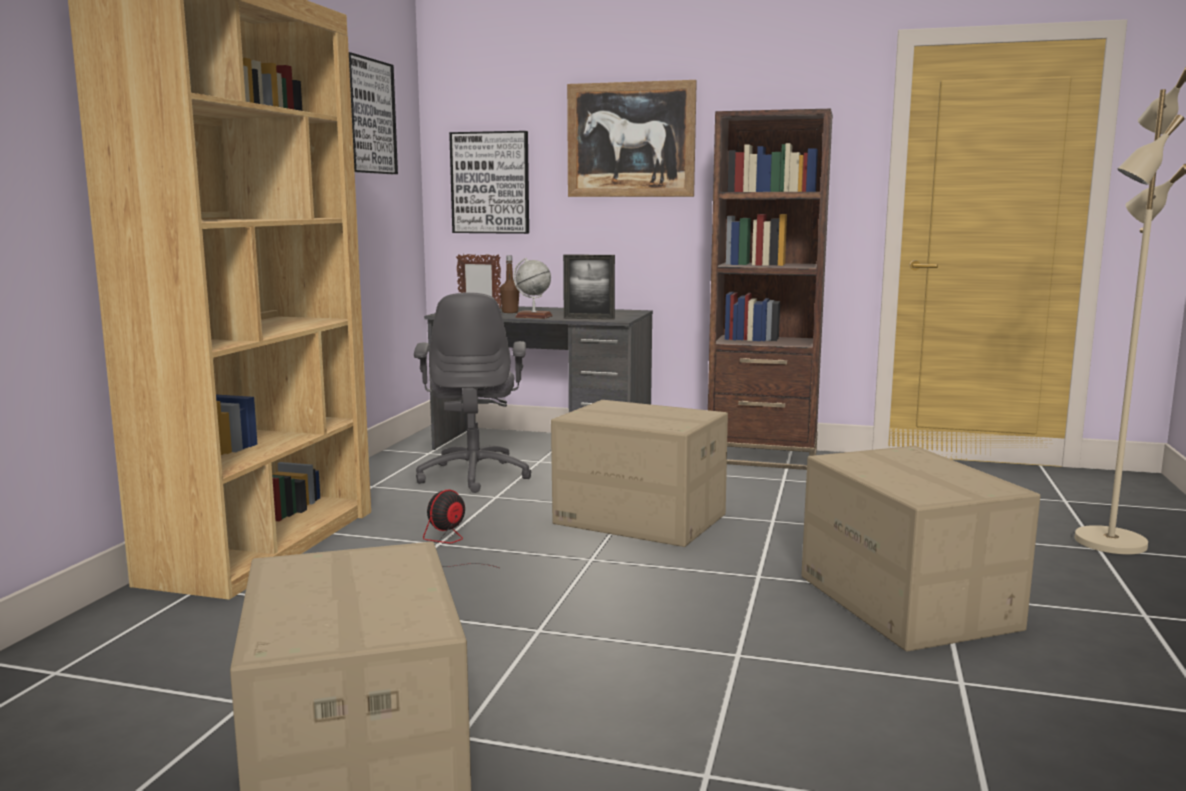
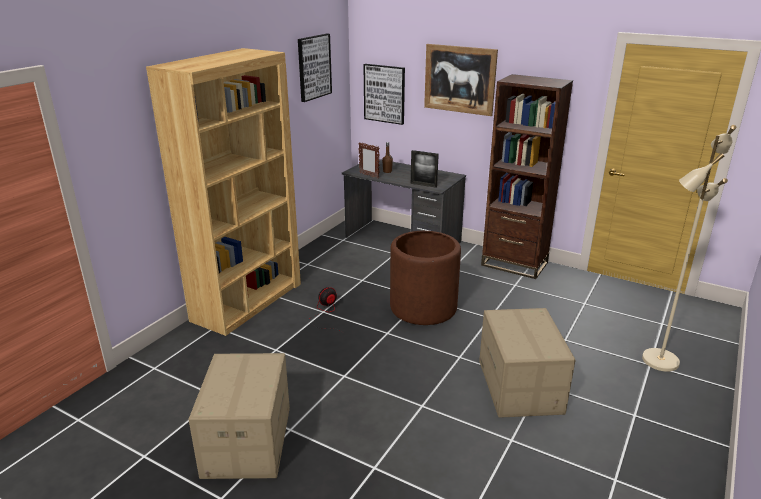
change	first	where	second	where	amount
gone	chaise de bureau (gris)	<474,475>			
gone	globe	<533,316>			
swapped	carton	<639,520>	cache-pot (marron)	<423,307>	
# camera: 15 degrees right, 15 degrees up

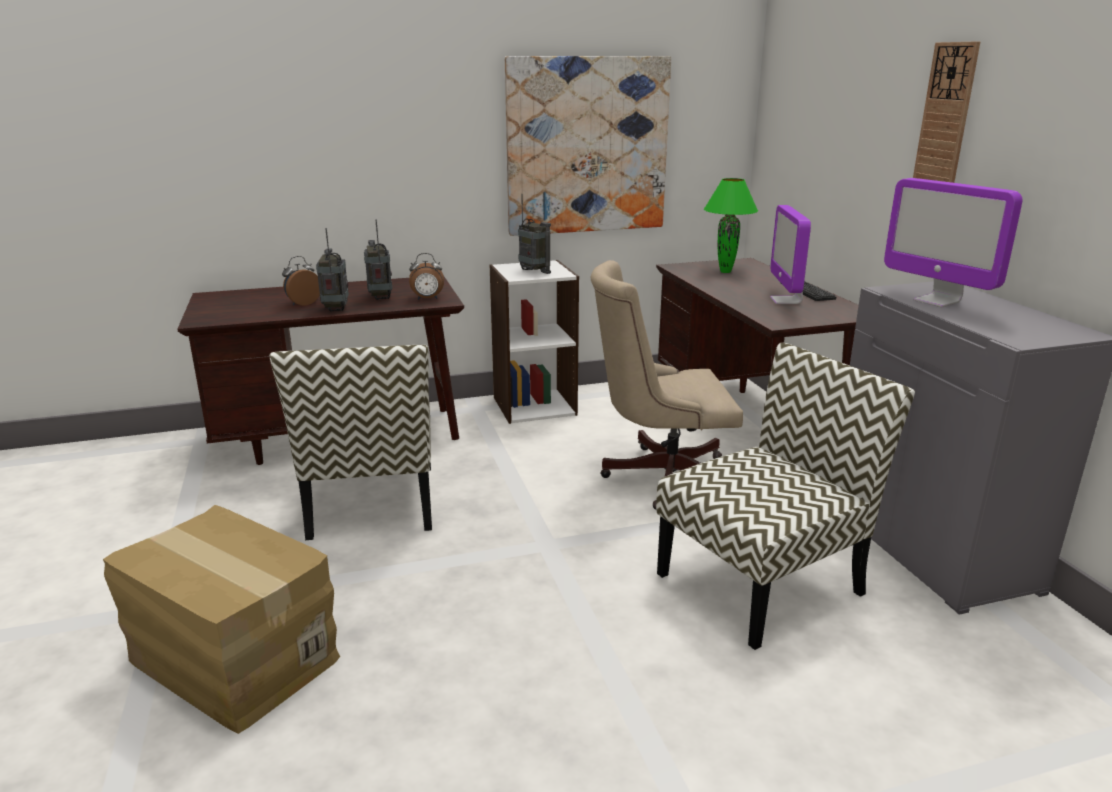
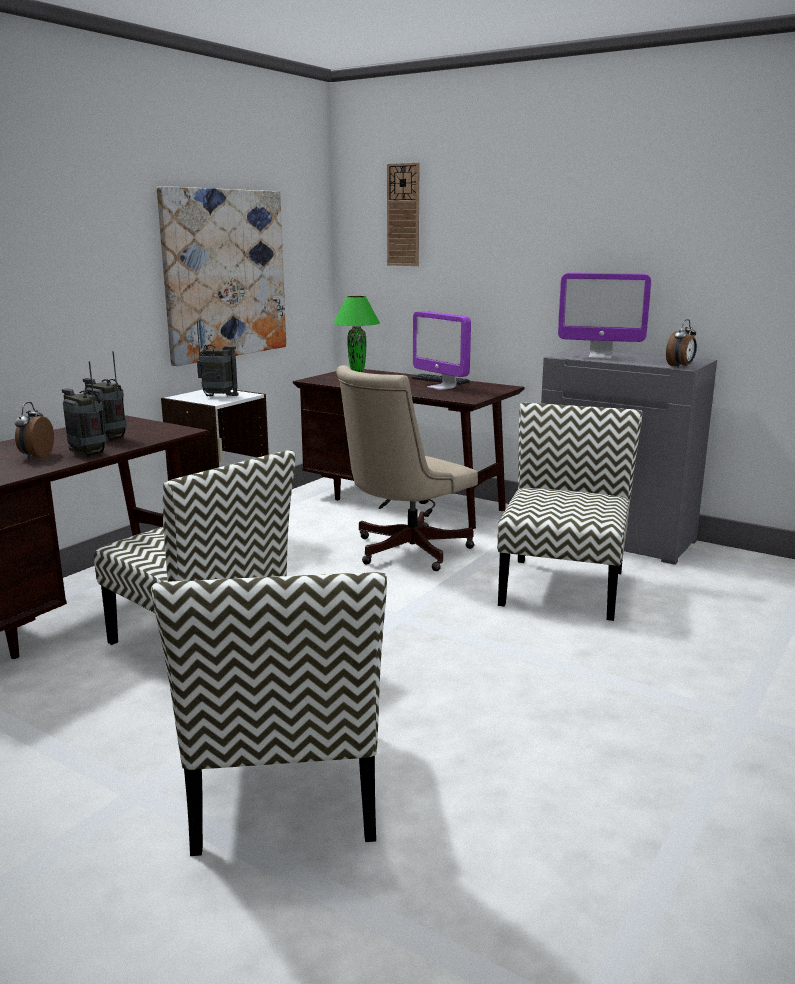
change	first	where	second	where	amount
shifted	réveil	<427,299>		<680,366>	
shifted	horloge murale	<945,122>		<403,215>	
swapped	carton	<232,660>	chaise	<286,787>	
# camera: 40 degrees left, 5 degrees down

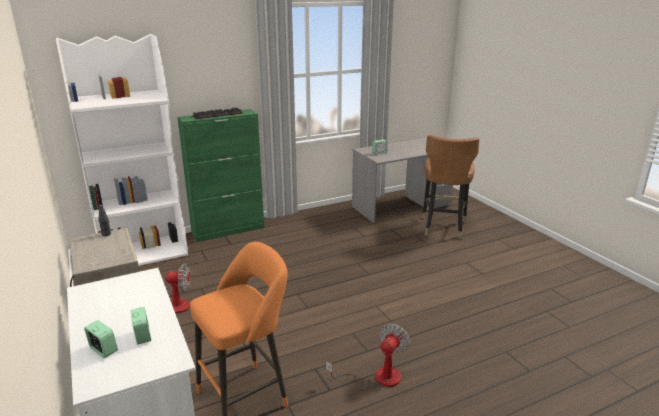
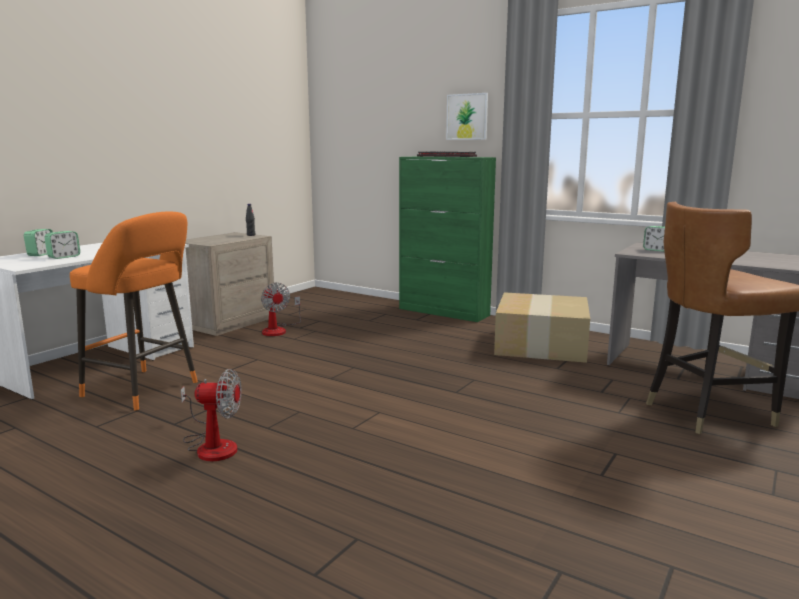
change	first	where	second	where	amount
gone	bibliothèque (blanc)	<144,253>			
new			tableau	<467,116>	
new			carton	<539,344>	
# camera: 60 degrees right, 10 degrees down

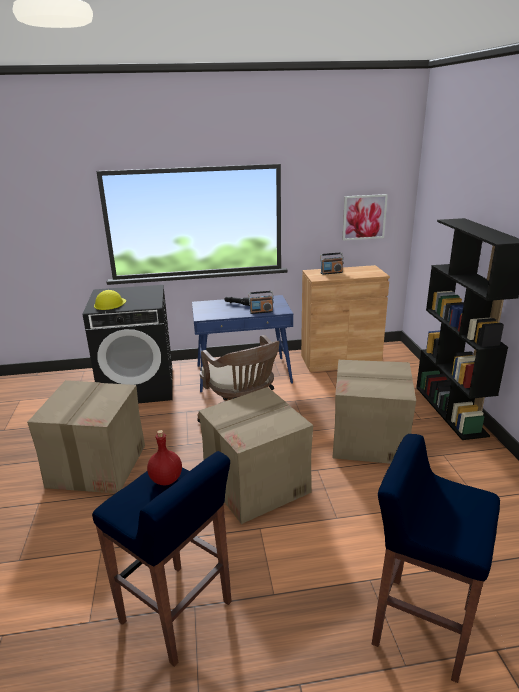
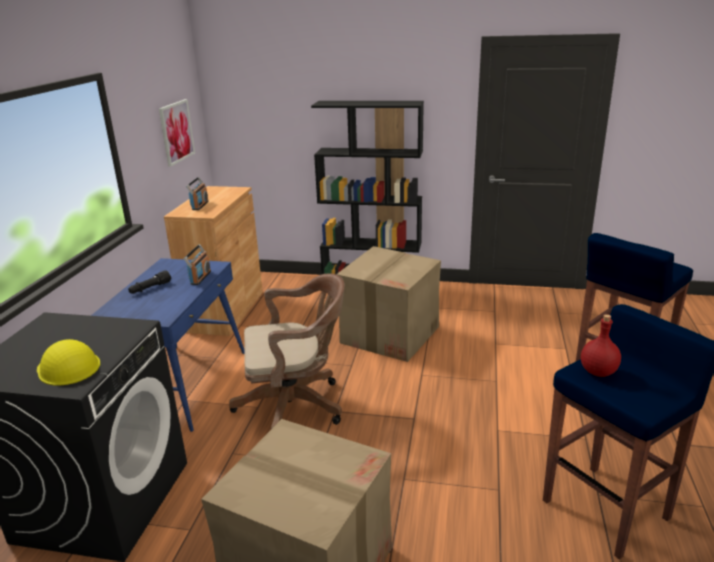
change	first	where	second	where	amount
gone	carton	<257,483>			
# camera: 70 degrees left, 0 degrees up

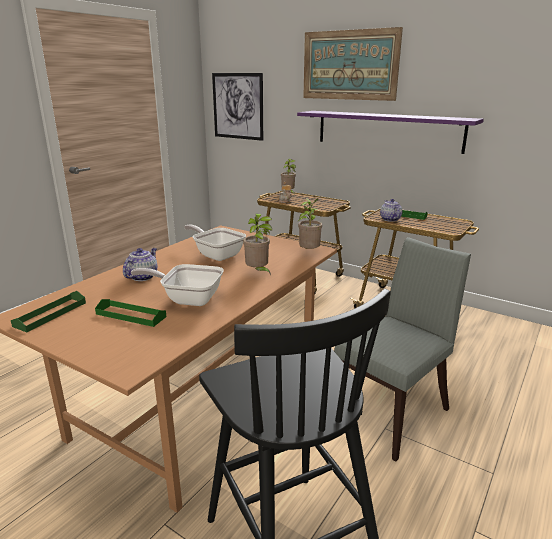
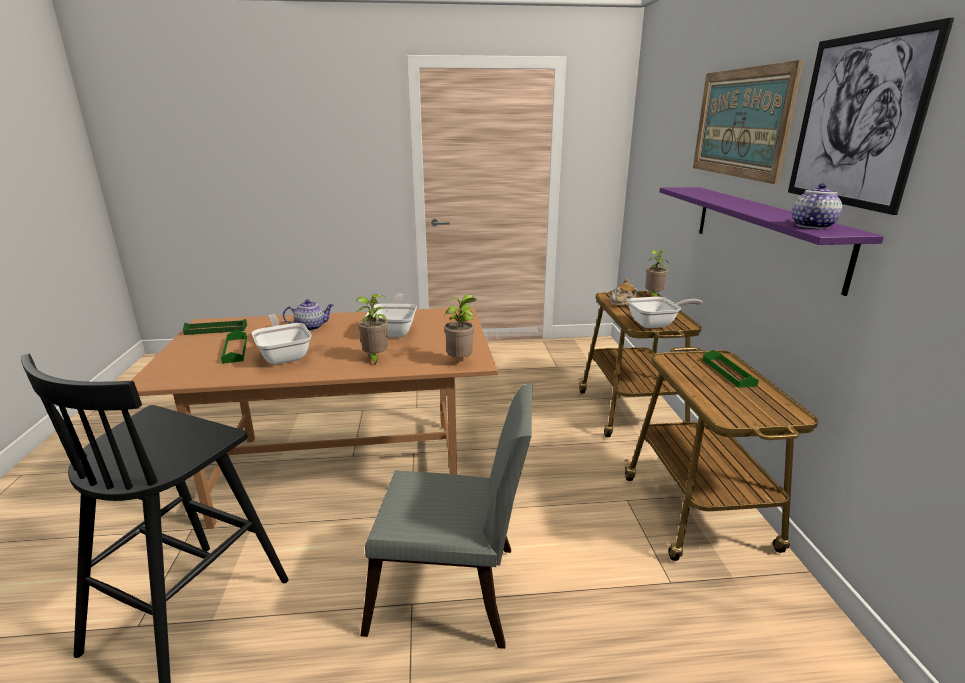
change	first	where	second	where	amount
new			poêle	<656,324>	
shifted	tableau	<237,106>		<856,121>	
shifted	théière	<389,219>		<812,226>	
# camera: 50 degrees right, 0 degrees up

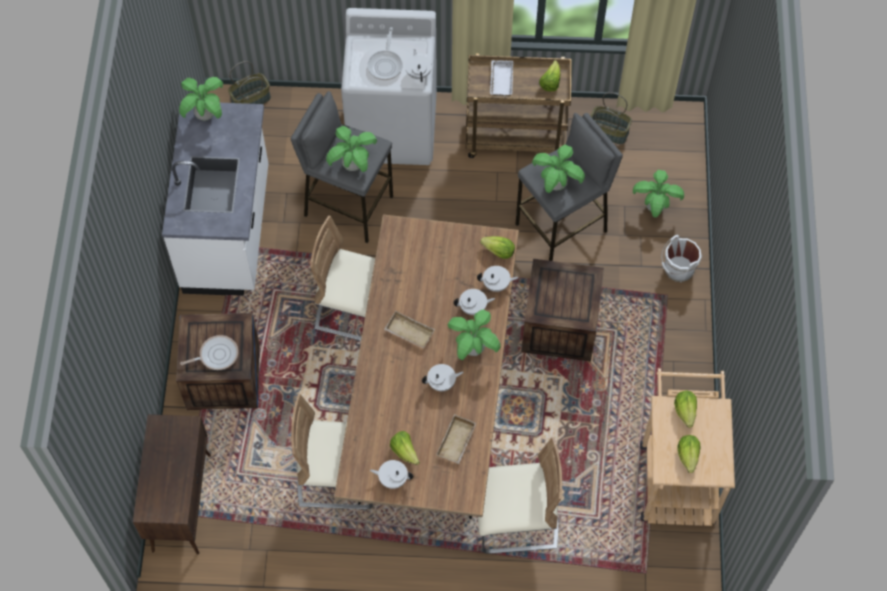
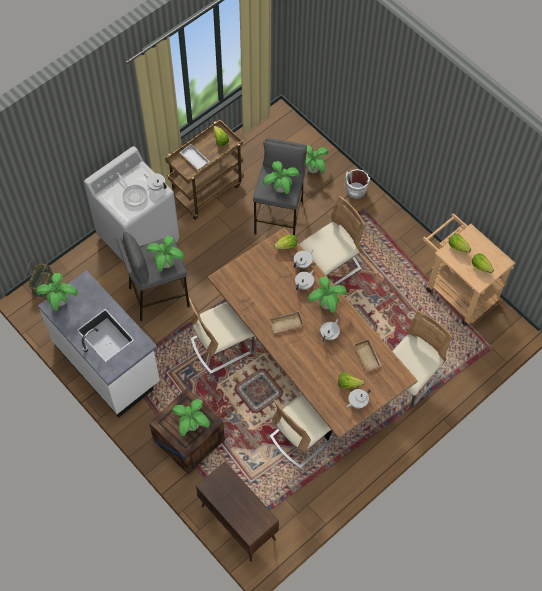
change	first	where	second	where	amount
gone	panier	<609,131>			
swapped	poêle	<216,355>	plante en pot	<192,425>	
swapped	caisse	<559,326>	chaise (beige)	<329,266>	
# camera: 45 degrees left, 0 degrees up

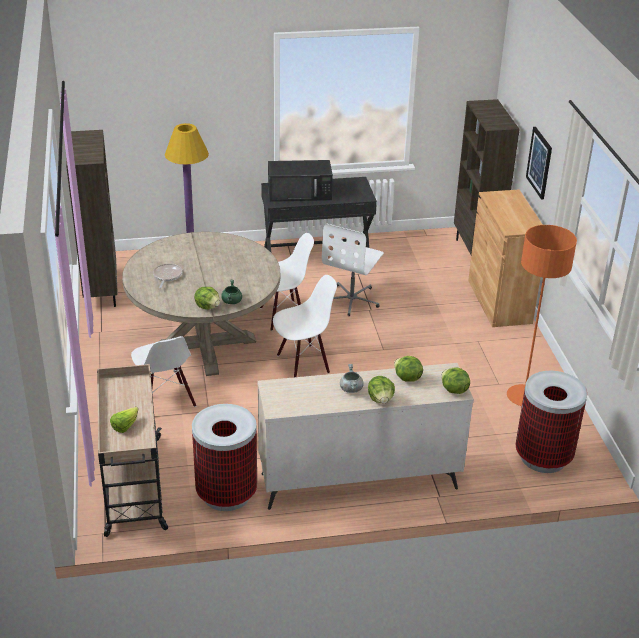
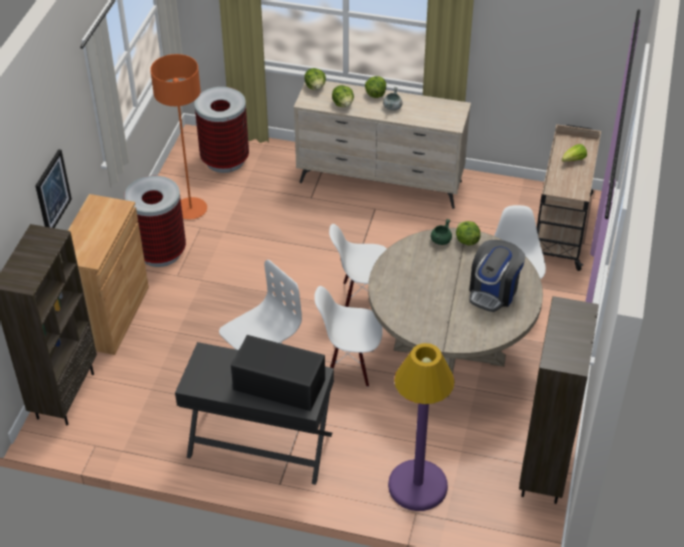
change	first	where	second	where	amount
shifted	poubelle	<226,493>		<160,252>	
swapped	poêle	<167,276>	machine à café	<493,291>	
# camera: 155 degrees left, 10 degrees up

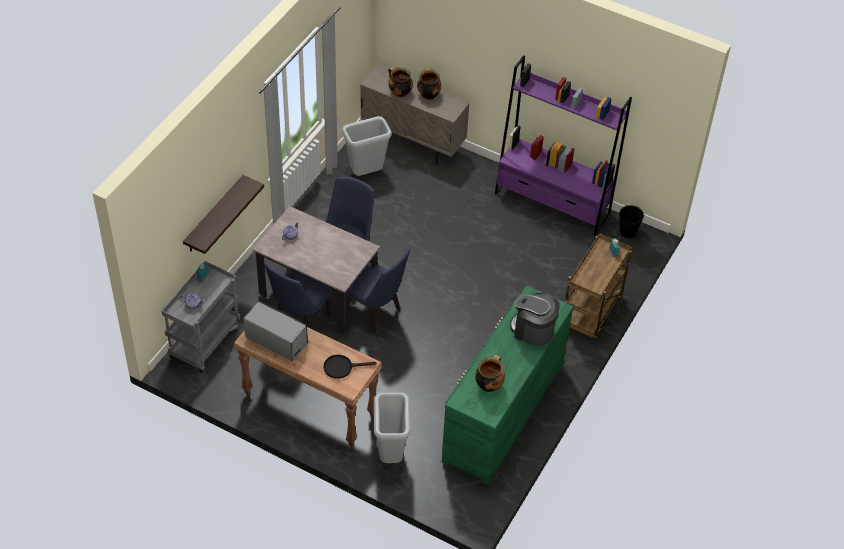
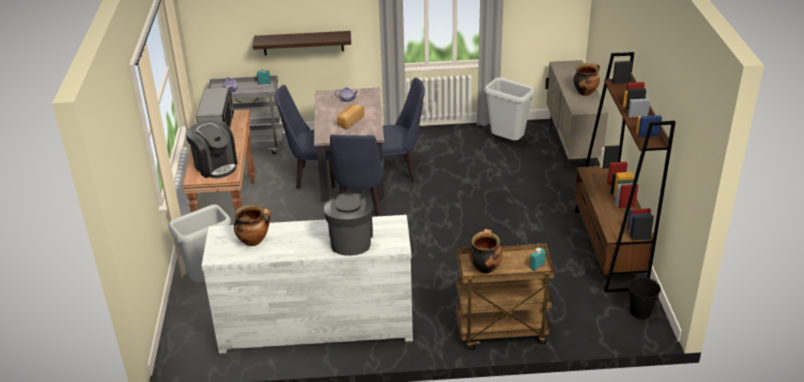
change	first	where	second	where	amount
new			pain	<350,122>	
shifted	marmite	<399,93>		<484,267>	
swapped	poêle (noir)	<342,367>	machine à café	<215,165>	
repainted	commode (vert)	<502,412>	commode (blanc)	<315,325>	
repainted	bibliothèque (violet)	<552,204>	bibliothèque (marron)	<609,248>	
# camera: 60 degrees right, 15 degrees down

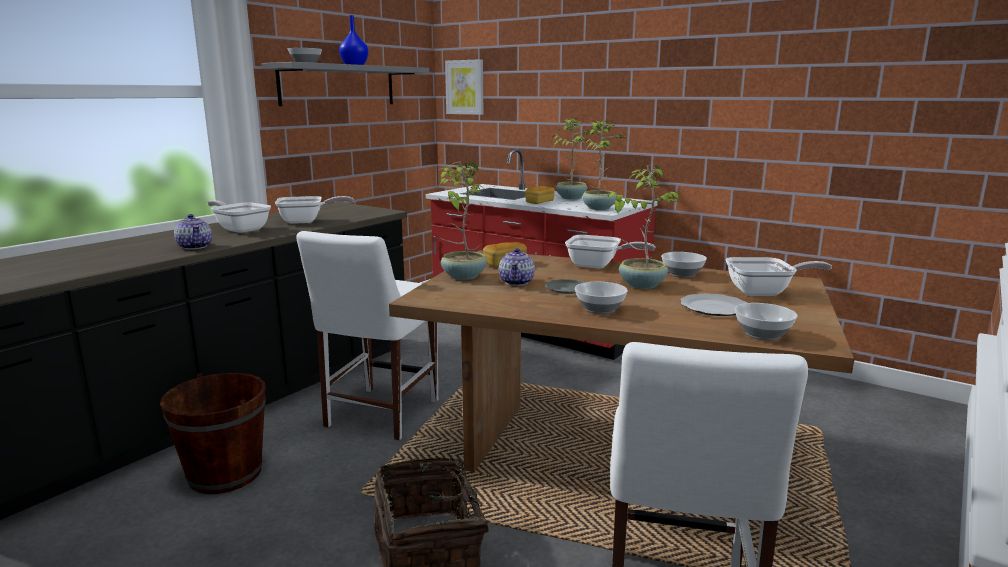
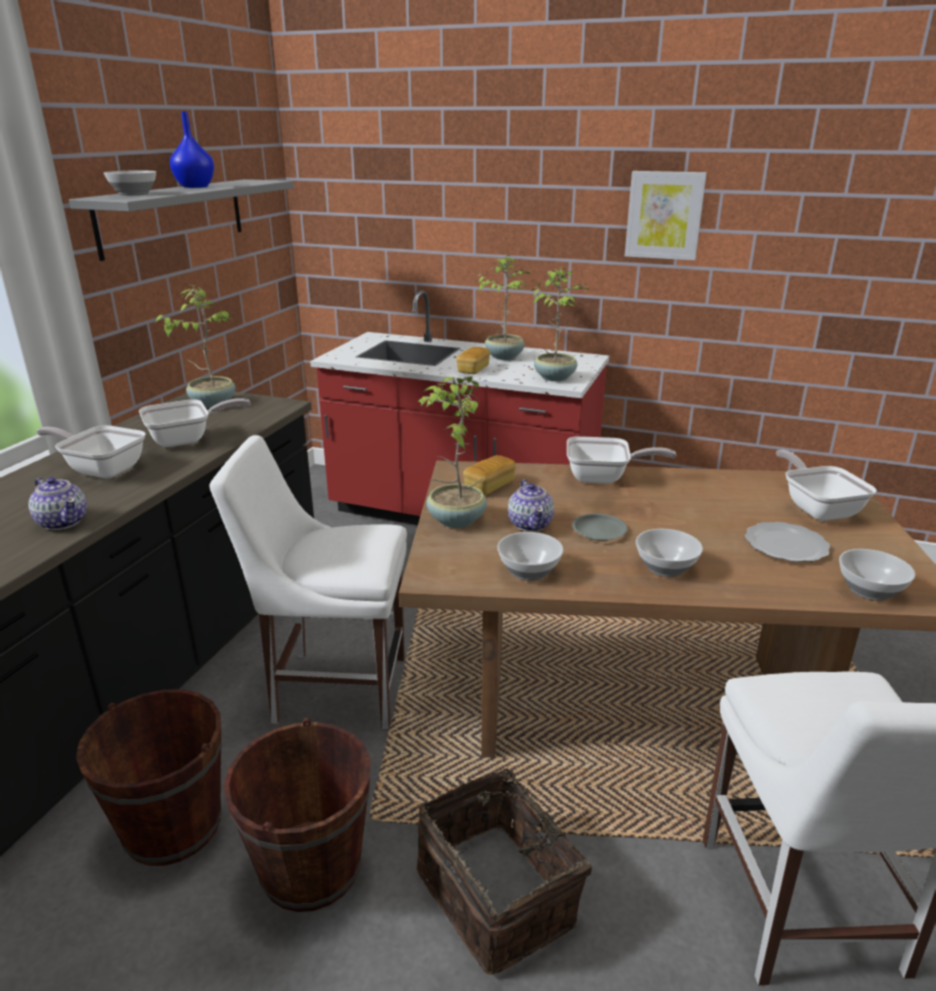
change	first	where	second	where	amount
new			seau (marron)	<311,867>	
shifted	tableau	<465,87>		<664,215>	
shifted	plante en pot	<641,284>		<212,403>	
shifted	bol	<681,274>		<528,571>	
rotated	chaise (blanc)	<379,415>		<333,687>	90 degrees clockwise
rotated	poêle	<764,292>		<817,508>	90 degrees counterclockwise
# camera: 15 degrees left, 10 degrees up

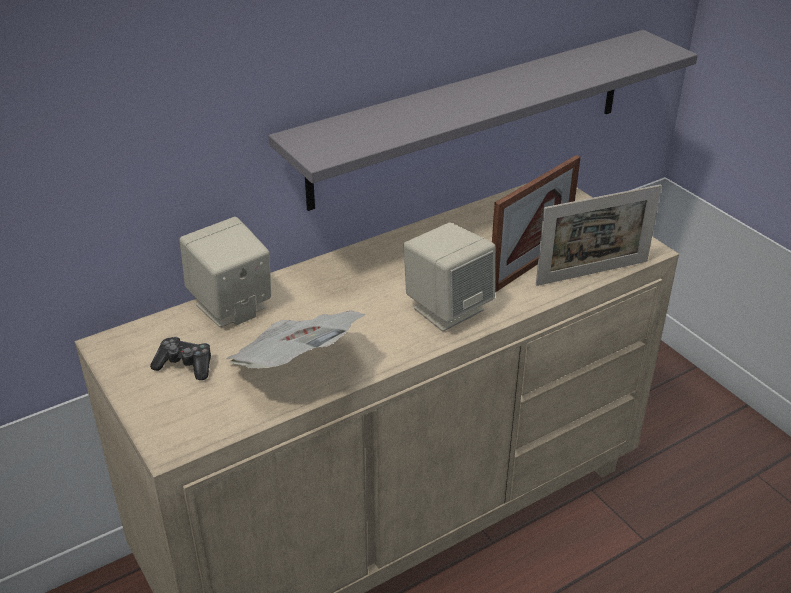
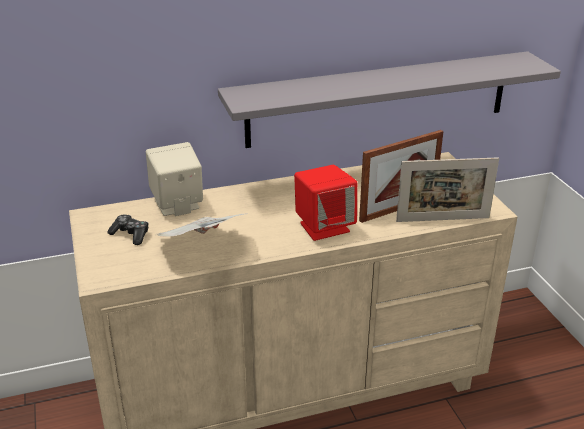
change	first	where	second	where	amount
repainted	enceinte (beige)	<447,308>	enceinte (rouge)	<324,227>	
# camera: 15 degrees right, 5 degrees down

